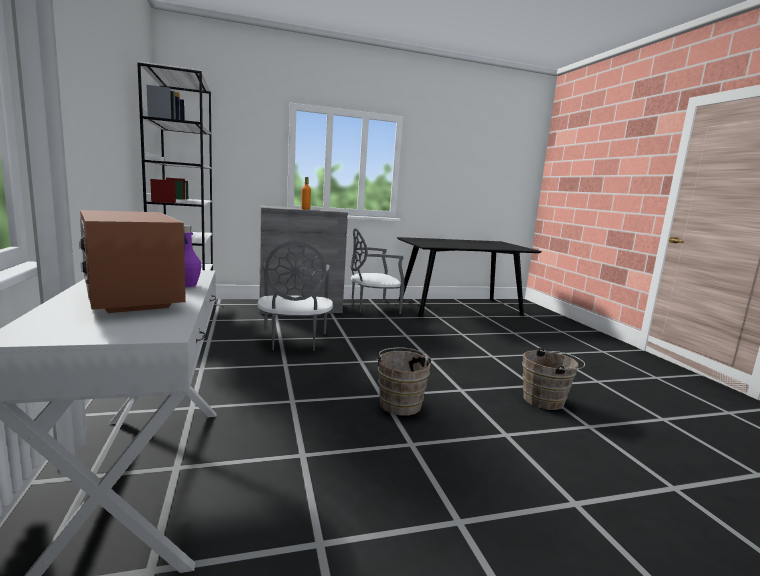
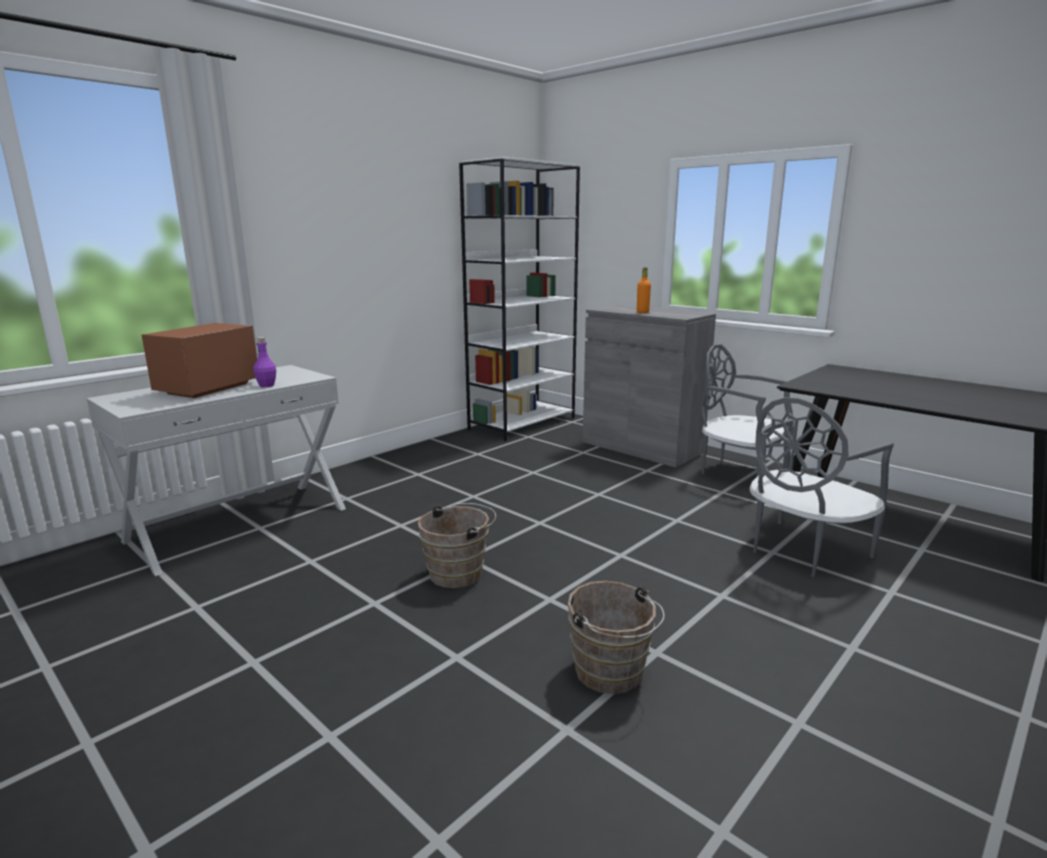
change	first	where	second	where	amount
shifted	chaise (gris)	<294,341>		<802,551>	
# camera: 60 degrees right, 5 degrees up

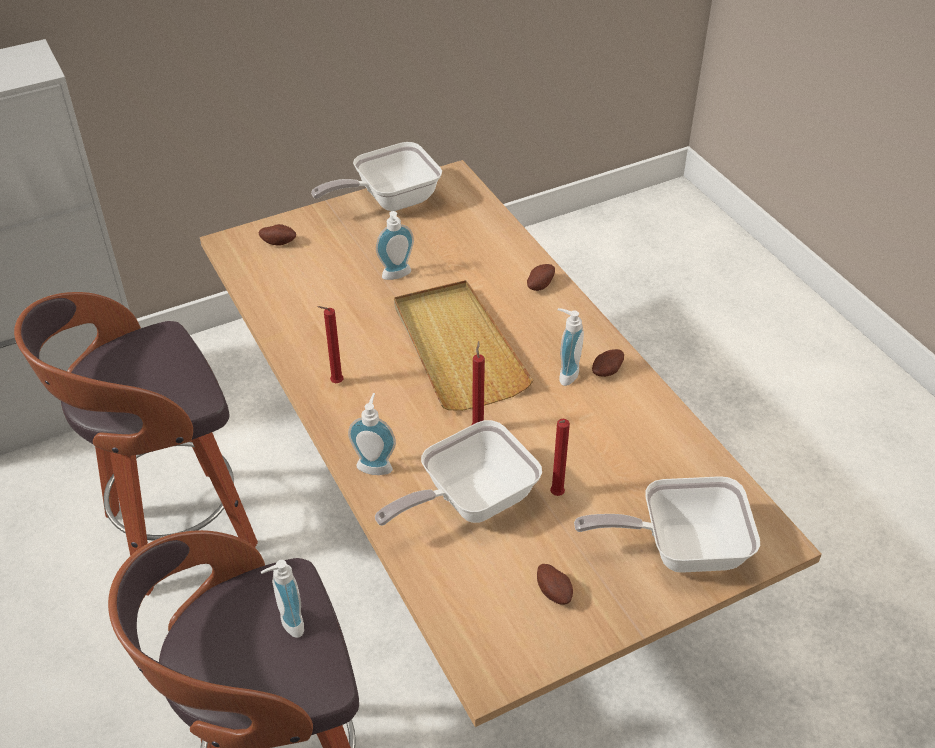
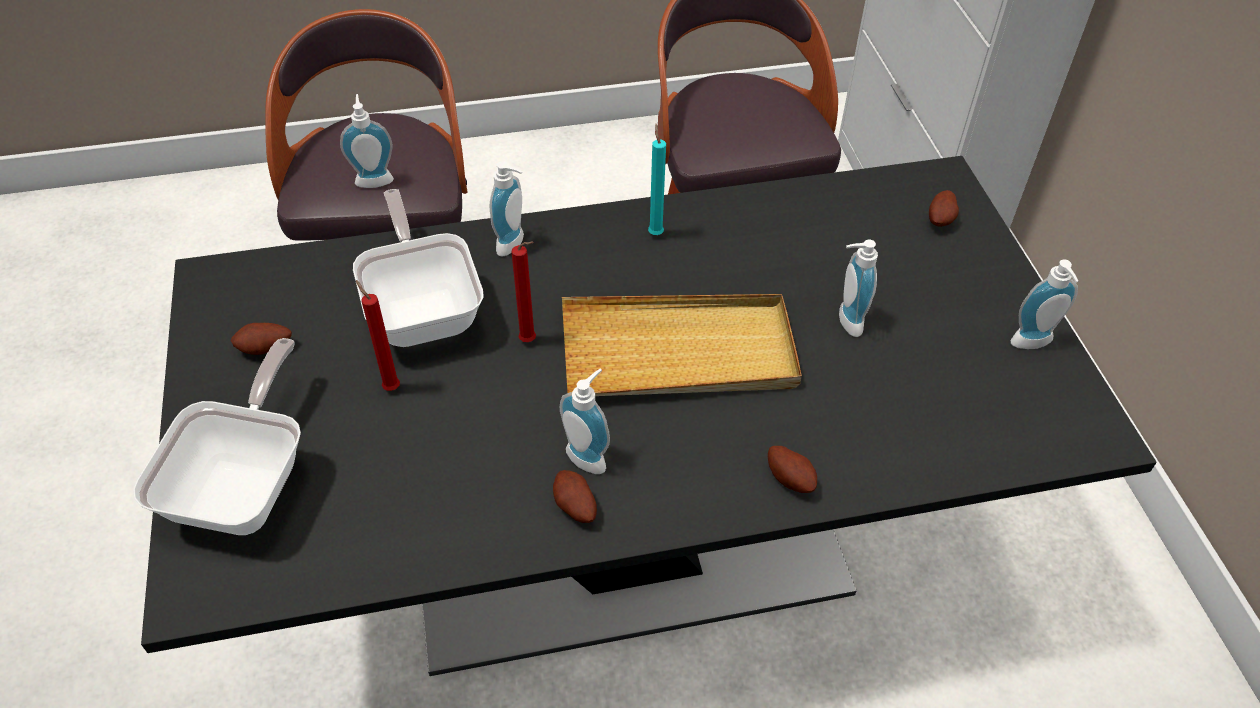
change	first	where	second	where	amount
swapped	poêle	<389,200>	distributeur de savon	<1033,344>	
repainted	table à manger (beige)	<467,544>	table à manger (noir)	<627,546>	
repainted	bougie (rouge)	<335,383>	bougie (turquoise)	<655,232>	
# camera: 105 degrees right, 5 degrees up

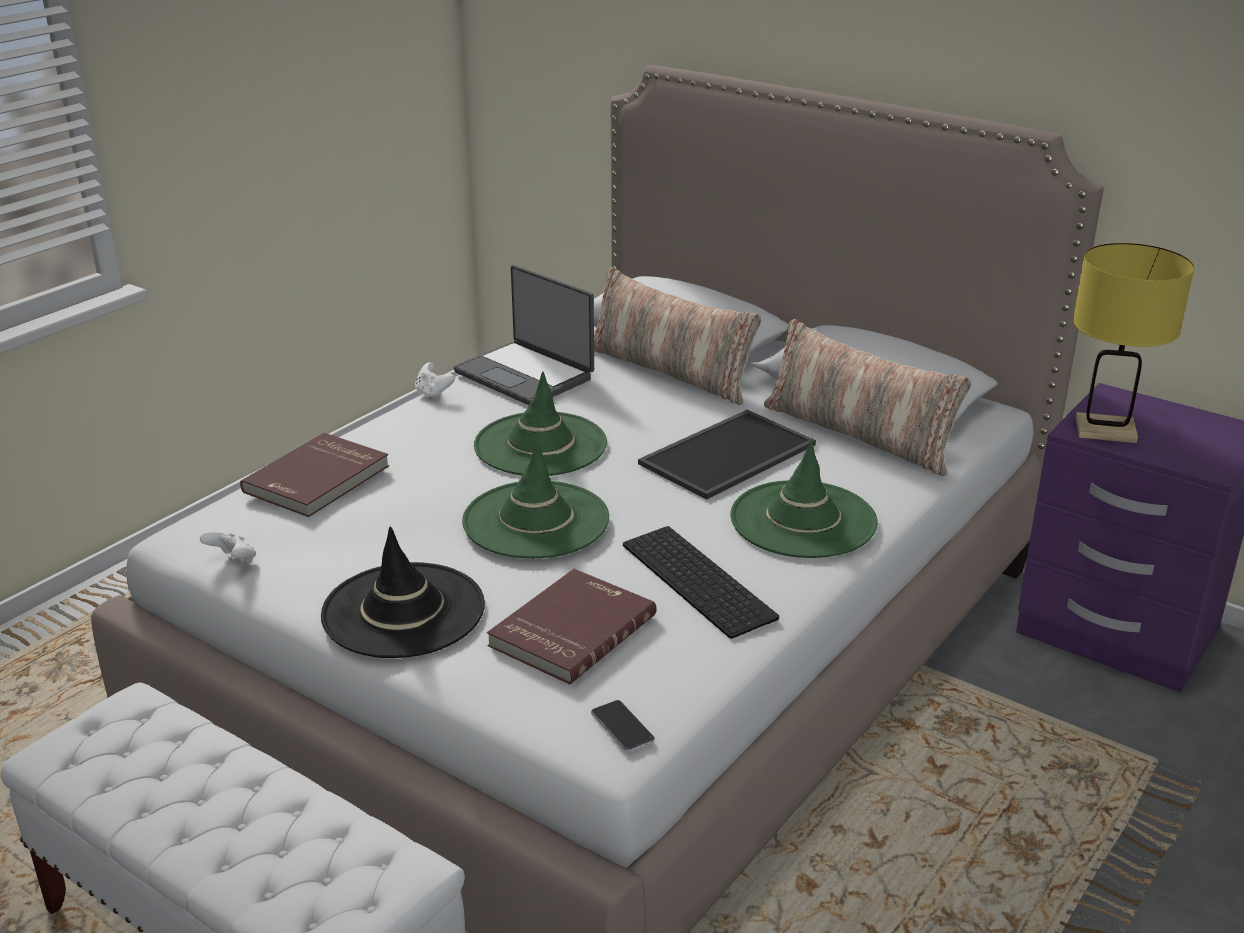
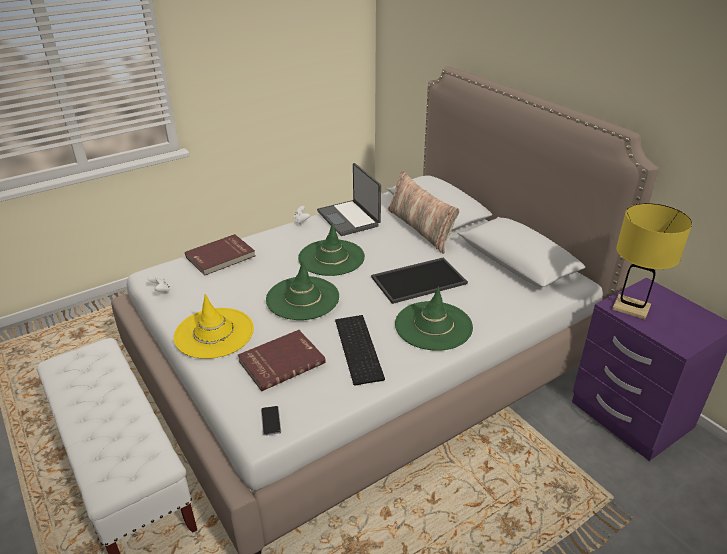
change	first	where	second	where	amount
gone	coussin	<859,434>			
repainted	chapeau (noir)	<403,611>	chapeau (jaune)	<214,333>	
# camera: 20 degrees right, 5 degrees up

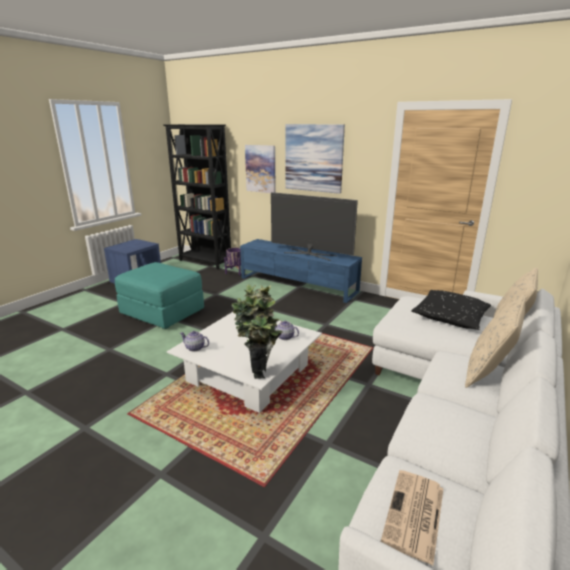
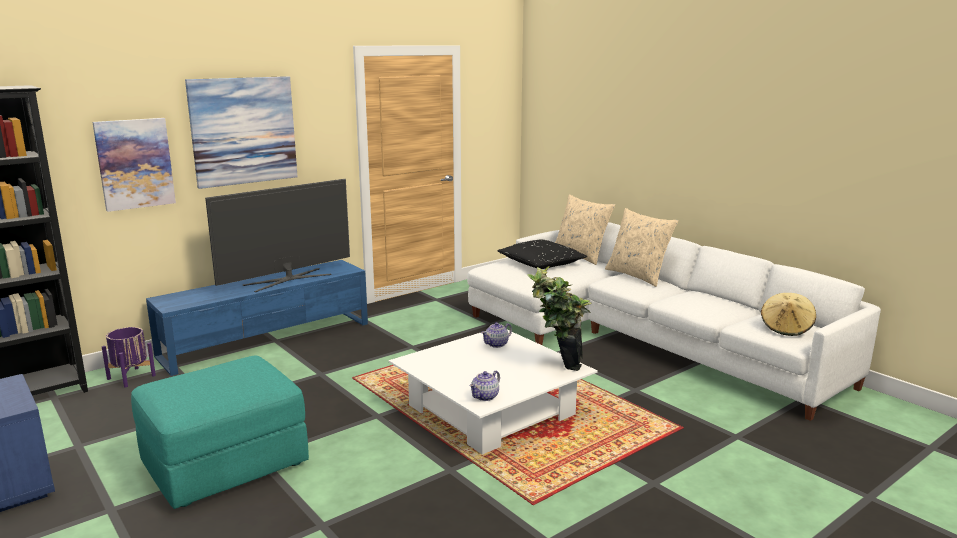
change	first	where	second	where	amount
swapped	journal	<414,515>	chapeau (beige)	<786,328>	
# camera: 70 degrees left, 5 degrees down

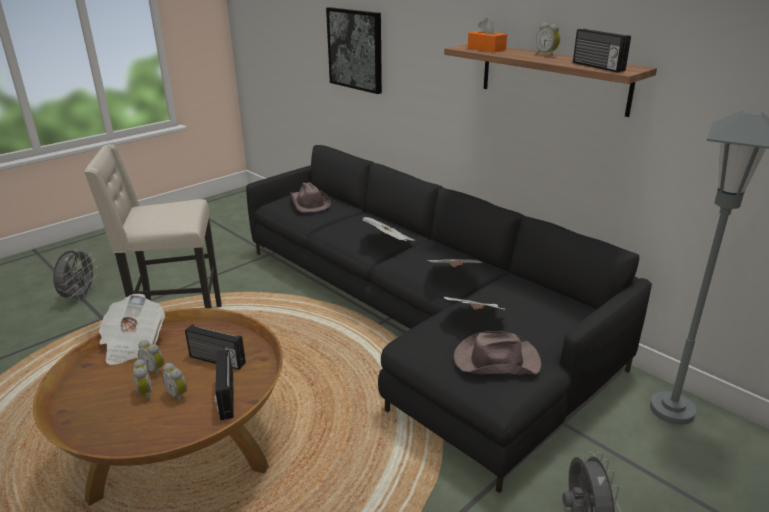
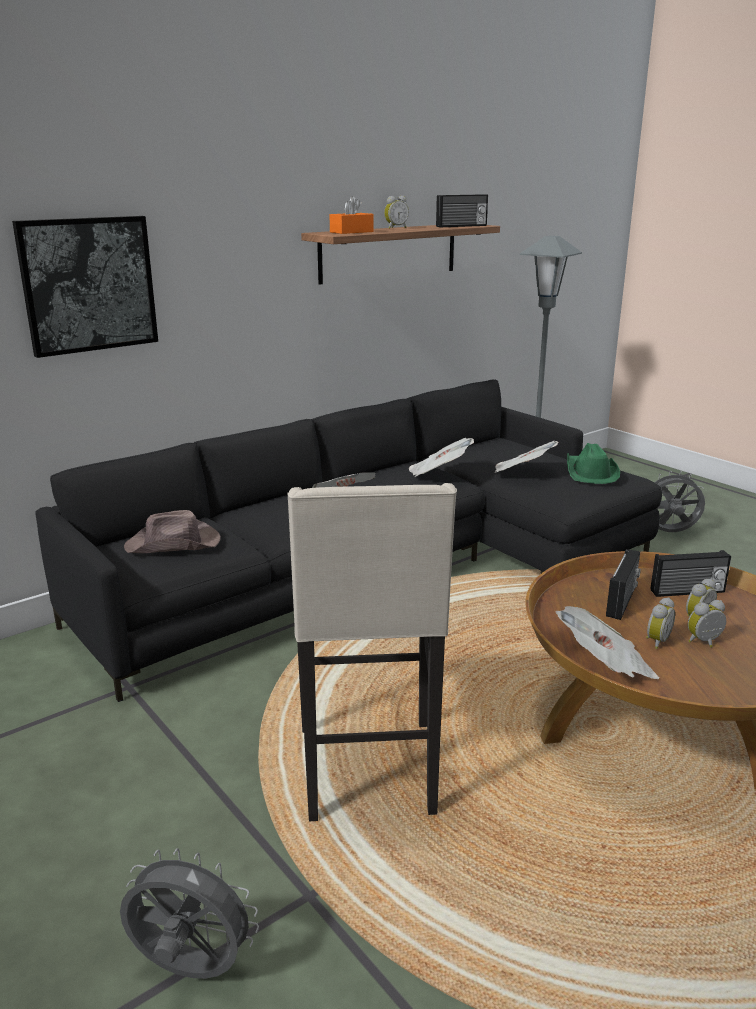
change	first	where	second	where	amount
repainted	chapeau (marron)	<495,360>	chapeau (vert)	<590,472>	
# camera: 85 degrees left, 5 degrees down

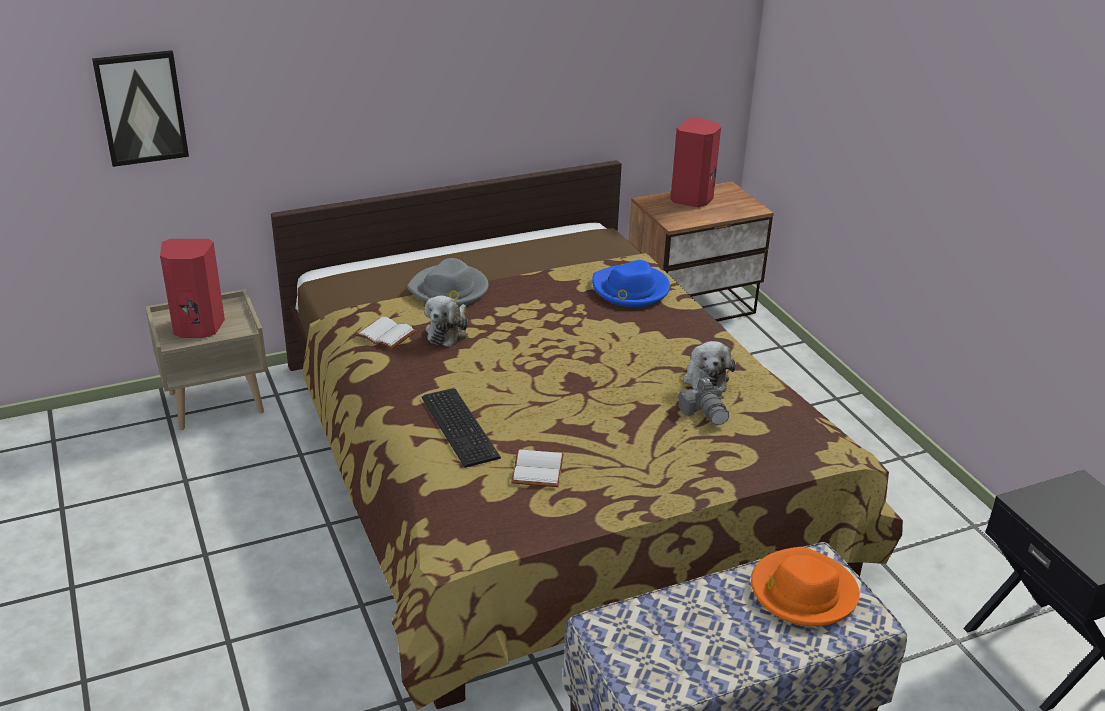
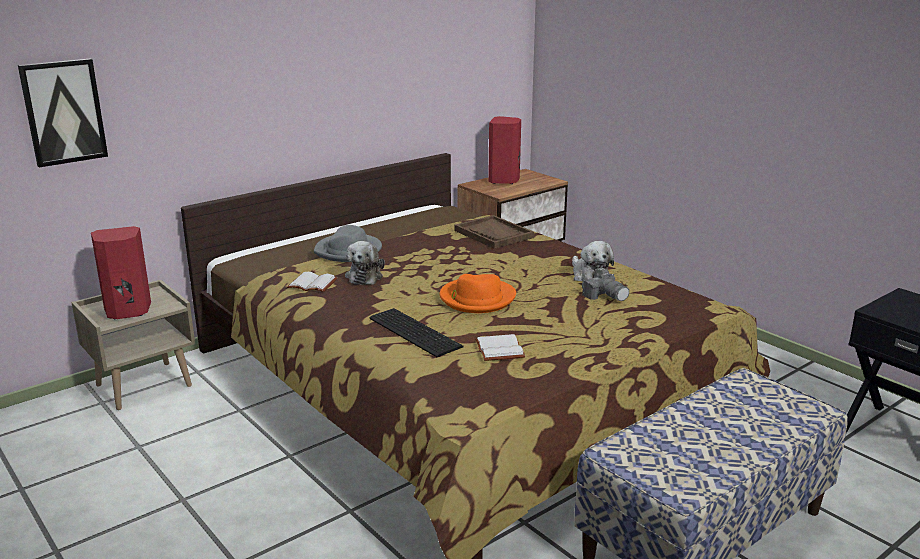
change	first	where	second	where	amount
shifted	chapeau (orange)	<802,592>		<477,299>	
swapped	chapeau (bleu)	<630,289>	plateau (marron)	<494,234>	
# camera: 15 degrees left, 10 degrees down

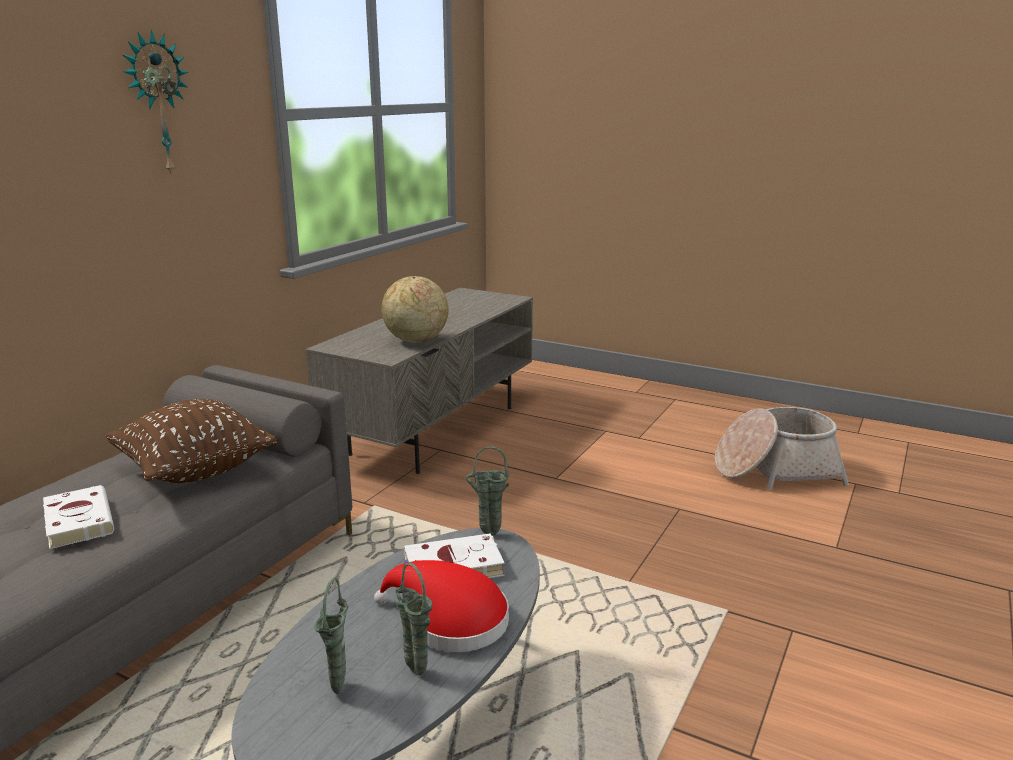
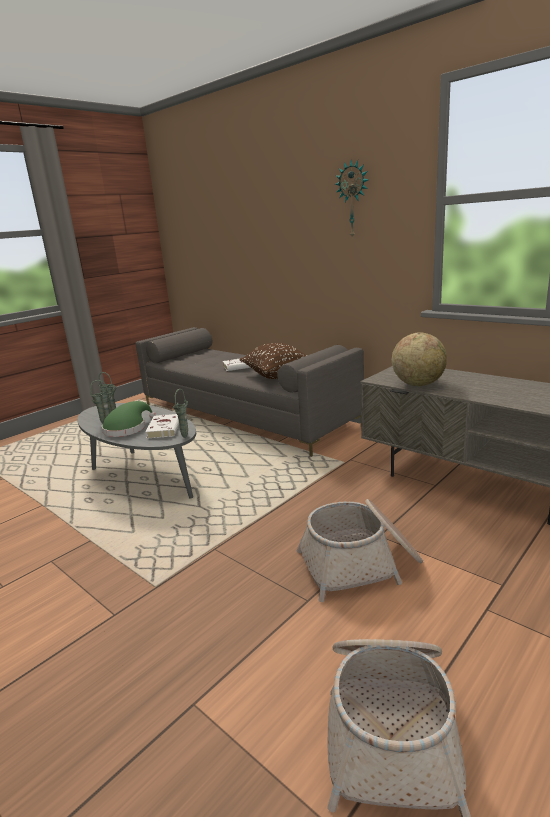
change	first	where	second	where	amount
new			panier	<360,564>	
repainted	chapeau (rouge)	<450,621>	chapeau (vert)	<127,428>	
# camera: 105 degrees right, 0 degrees up

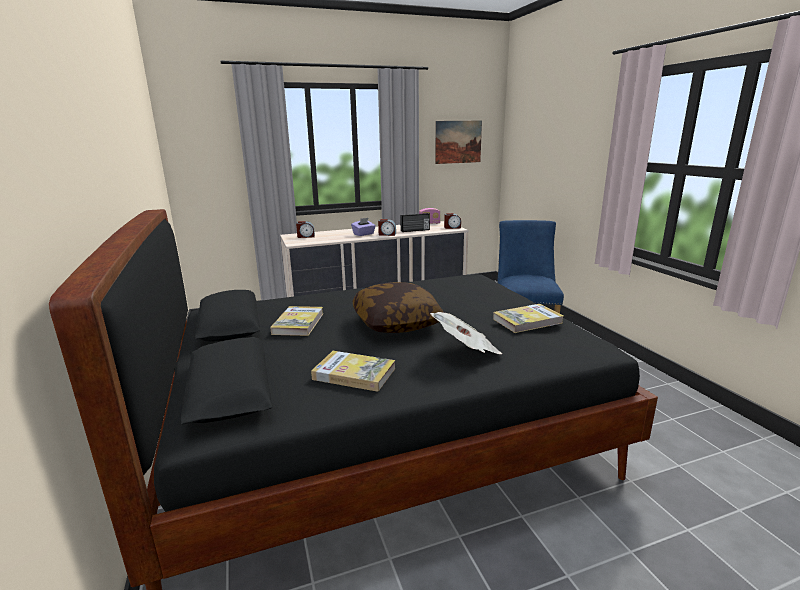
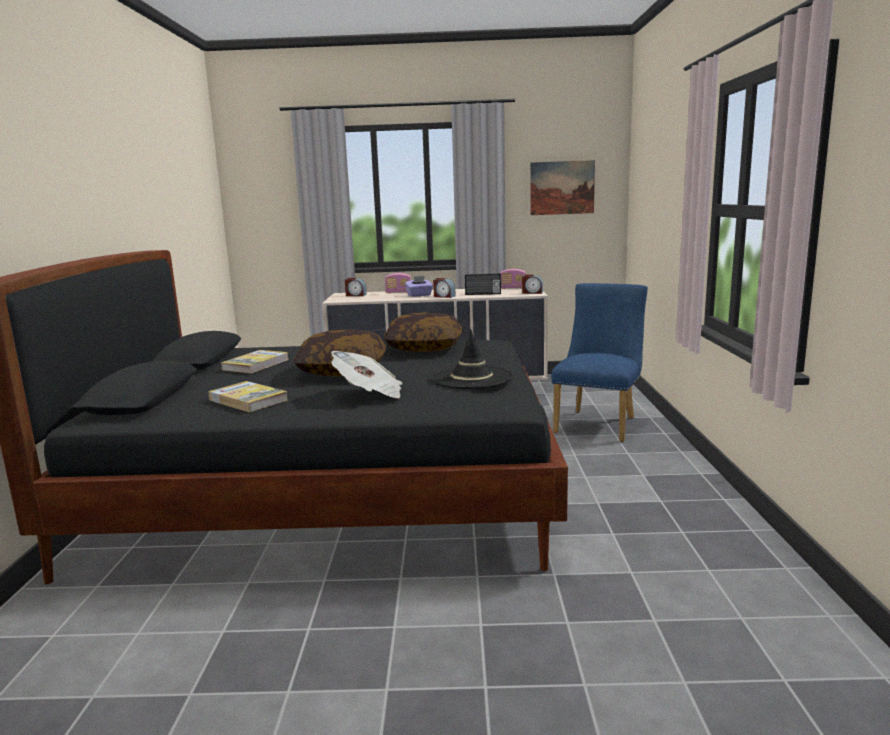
change	first	where	second	where	amount
new			coussin	<424,348>	
new			radio	<398,292>	
swapped	livre	<527,321>	chapeau (noir)	<471,378>	
# camera: 20 degrees right, 5 degrees down

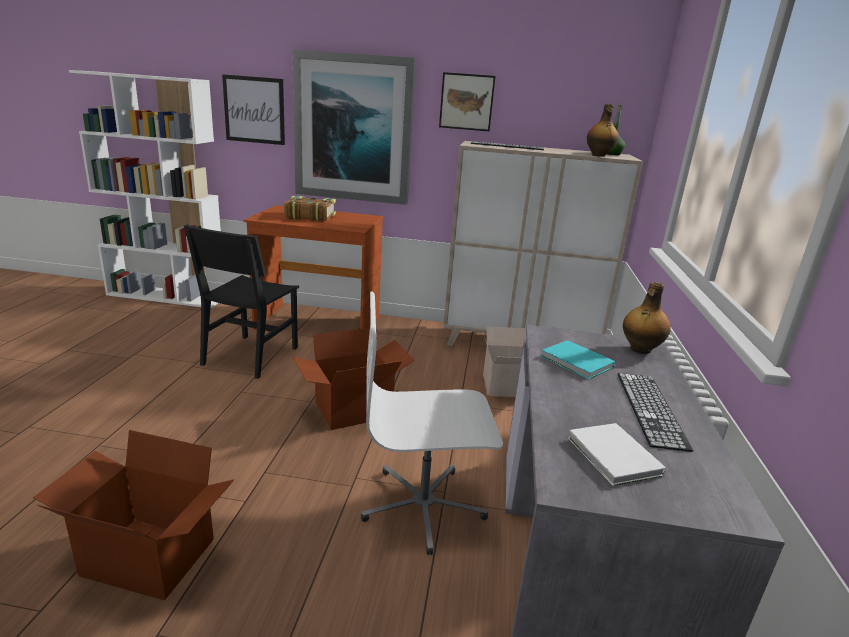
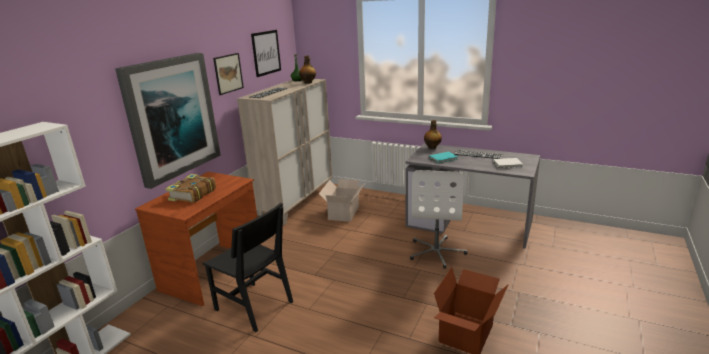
change	first	where	second	where	amount
gone	carton	<353,410>			
shifted	tableau	<254,110>		<266,53>	
# camera: 70 degrees left, 0 degrees up

